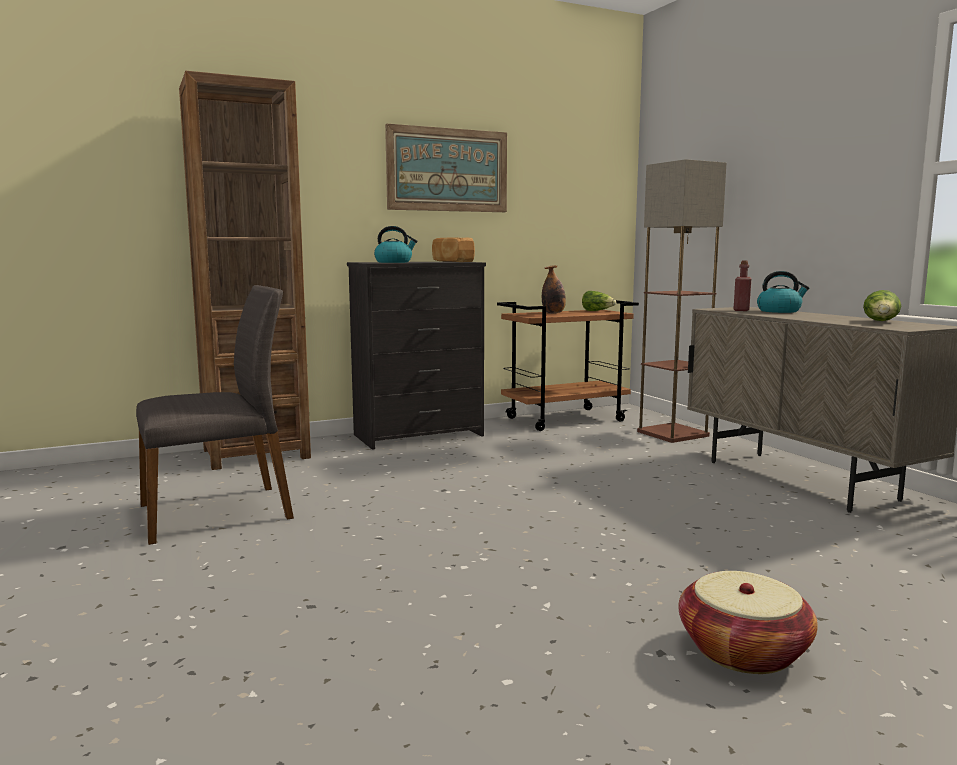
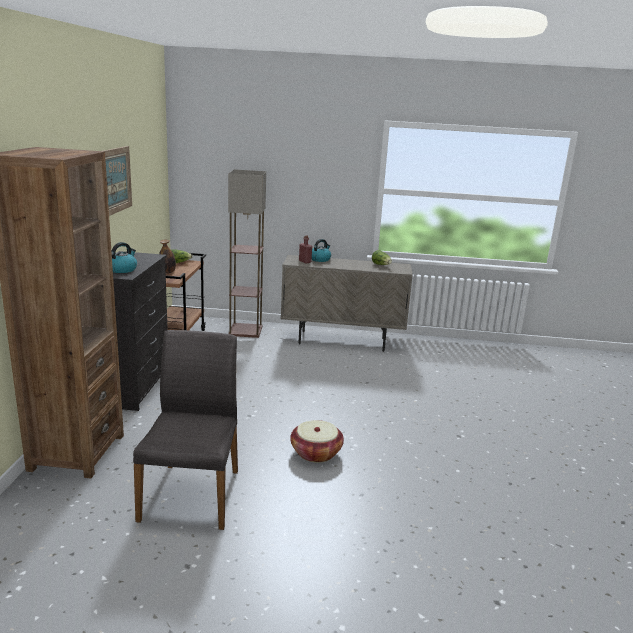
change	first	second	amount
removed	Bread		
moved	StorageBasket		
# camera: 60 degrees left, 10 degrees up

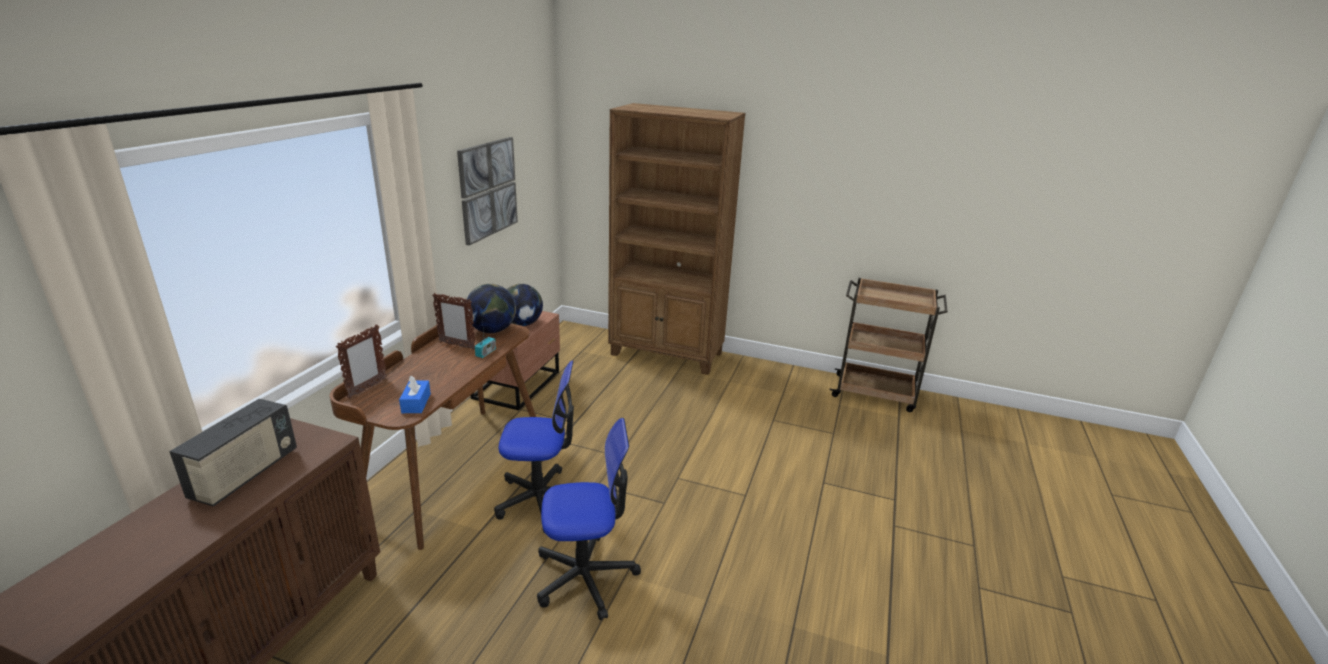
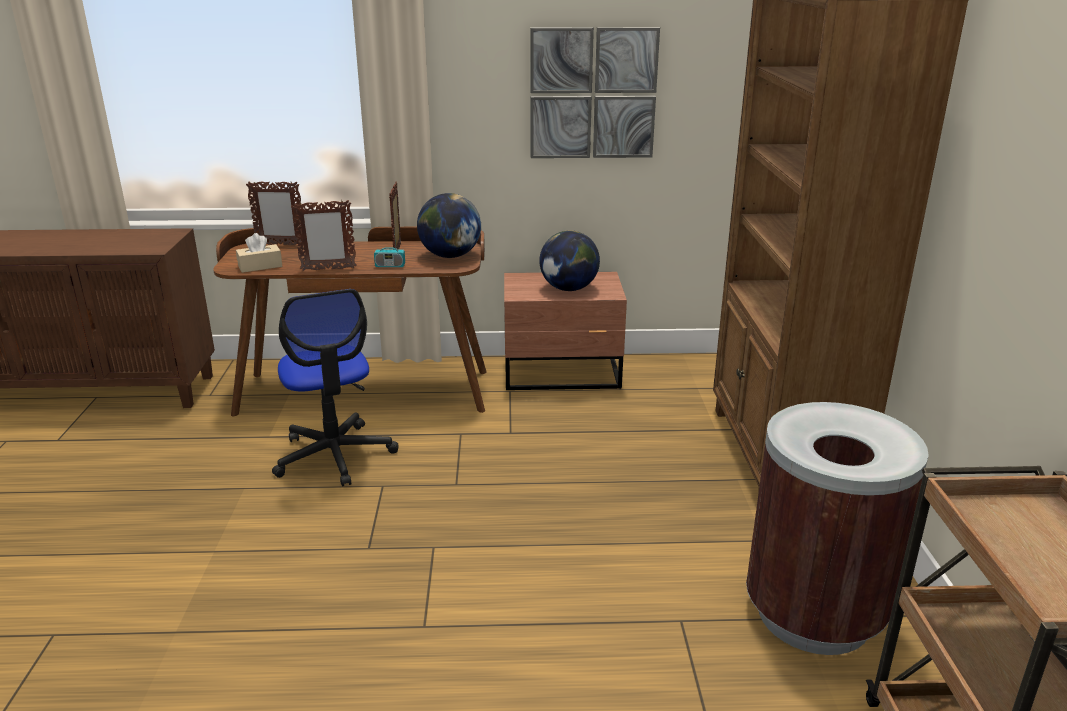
change	first	second	amount
removed	Radio (1st from left)		
recoloured	BlueTissueBox	SandColouredTissueBox	
removed	DeskChair (2nd from left)		
added		PictureFrame (2nd from left)	
added		BrownishWasteBin	
# camera: 70 degrees right, 0 degrees up

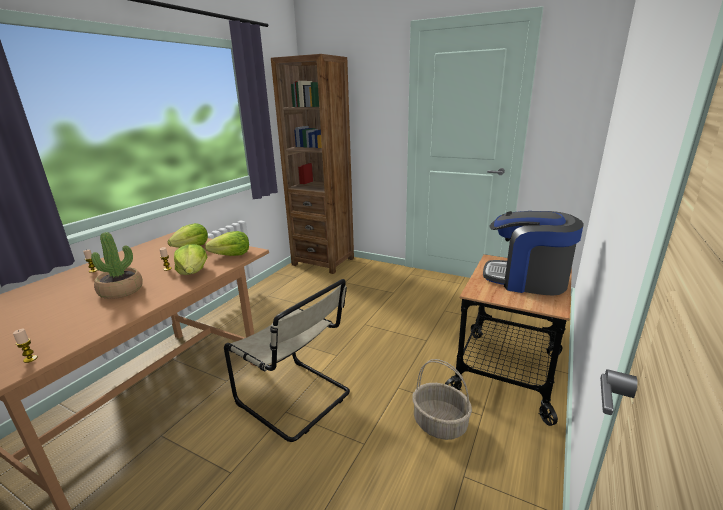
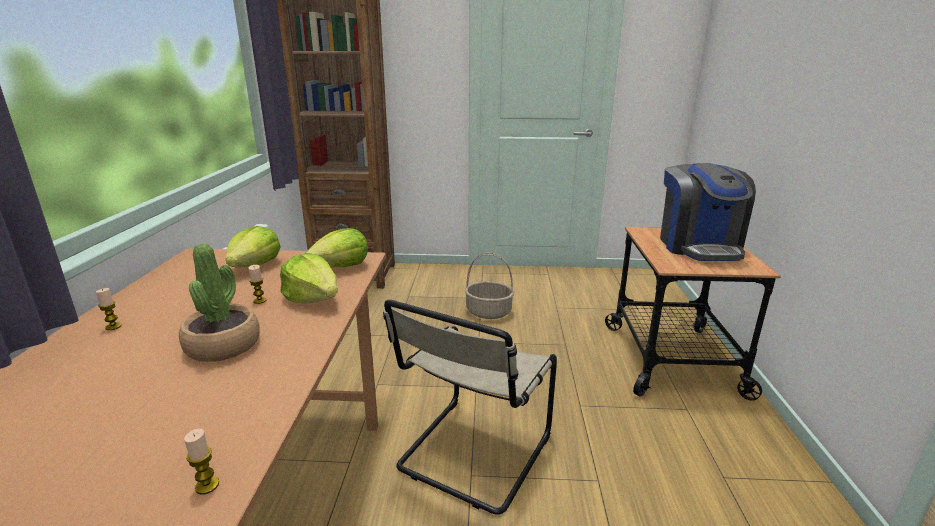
change	first	second	amount
turned	SandColouredUprightChair		105 degrees clockwise
moved	StorageBasket		
turned	CoffeeBrewer		90 degrees counterclockwise
# camera: 25 degrees left, 0 degrees up

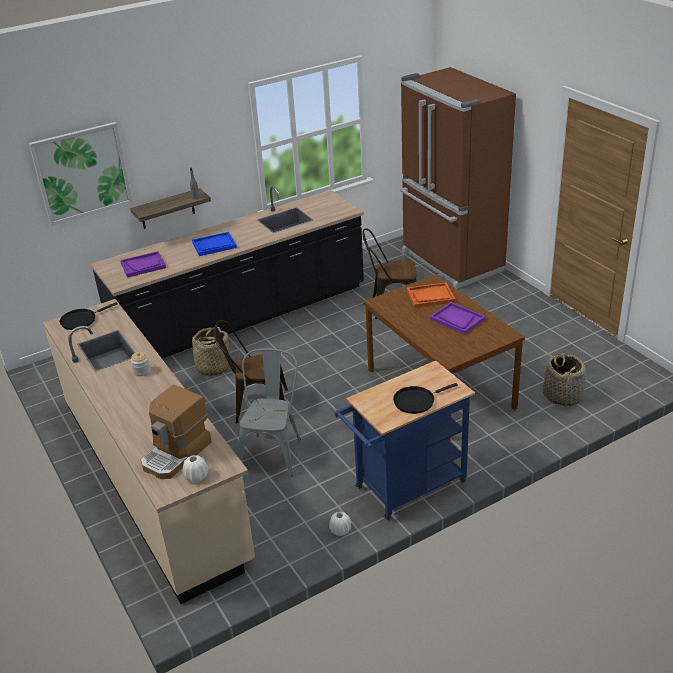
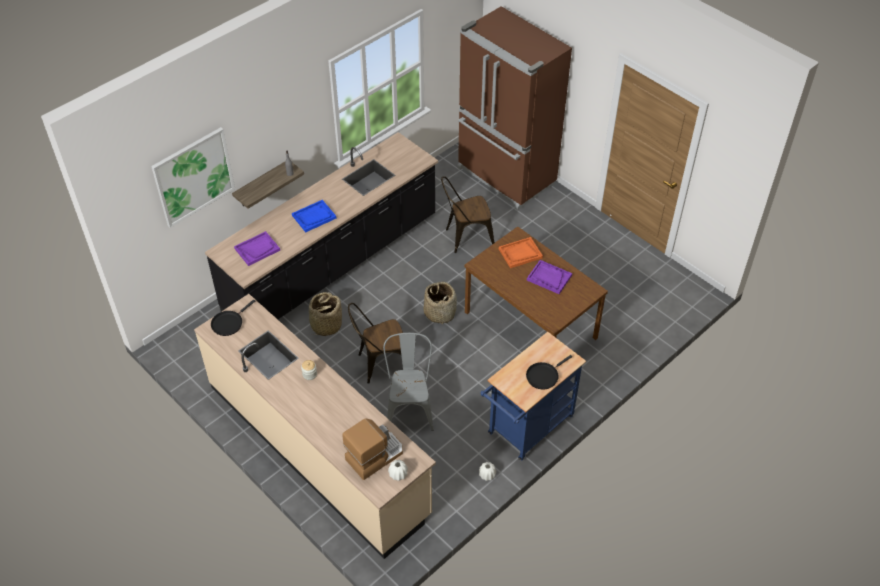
change	first	second	amount
turned	CoffeeBrewer		150 degrees counterclockwise
moved	StorageBasket (2nd from left)		
# camera: 15 degrees left, 15 degrees up

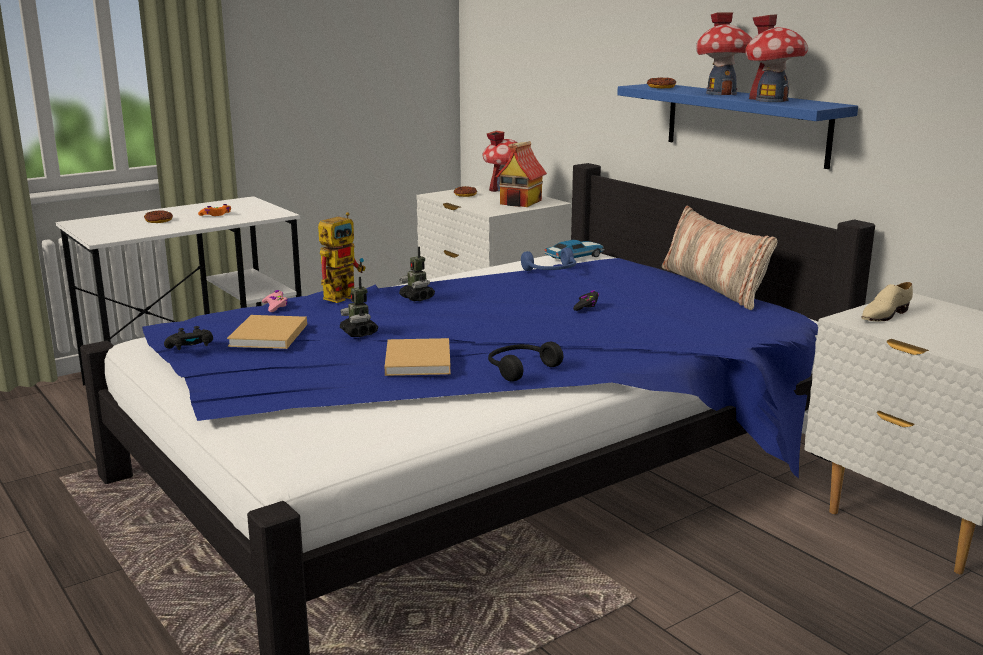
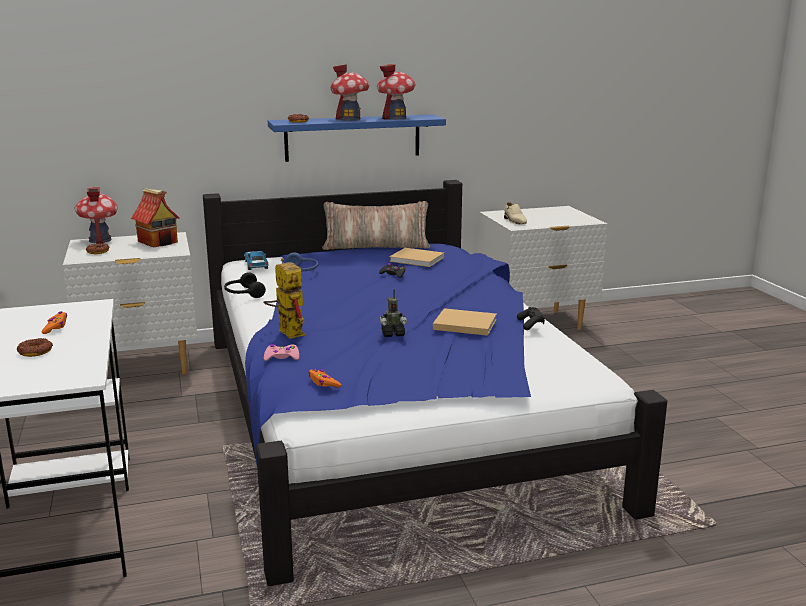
change	first	second	amount
moved	BlackColouredGameController (1st from left in the first image)	BlackColouredGameController (2nd from left)	
moved	SandColouredBoundBook (1st from left)		
removed	ModelRobot (3rd from left)		
moved	BlackColouredHeadset		
added		OrangeyGameController (2nd from left)	
# camera: 70 degrees left, 0 degrees up

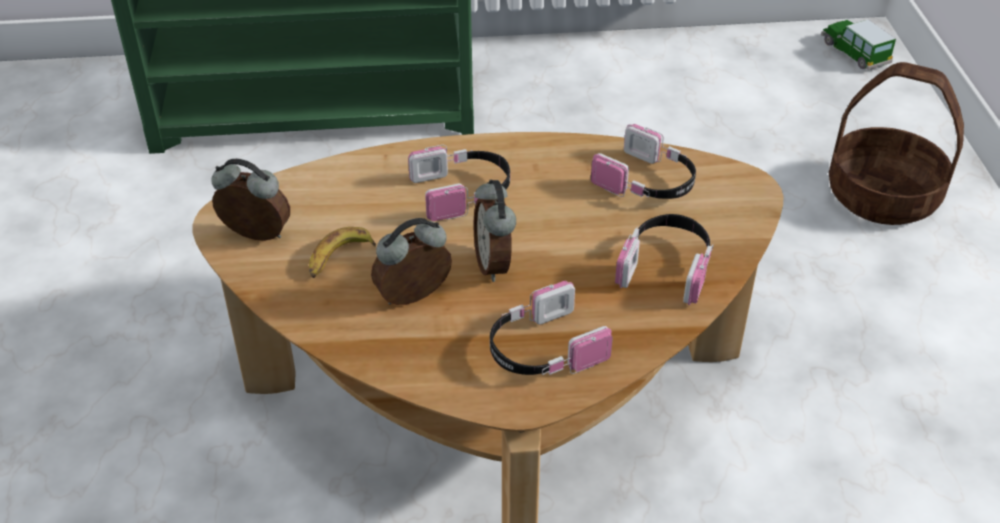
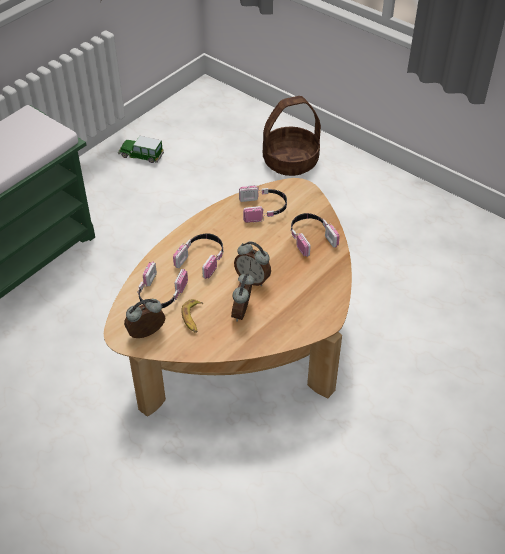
change	first	second	amount
moved	Headset (2nd from left in the first image)	Headset (1st from left)	
moved	ToyCar		
# camera: 45 degrees left, 5 degrees up

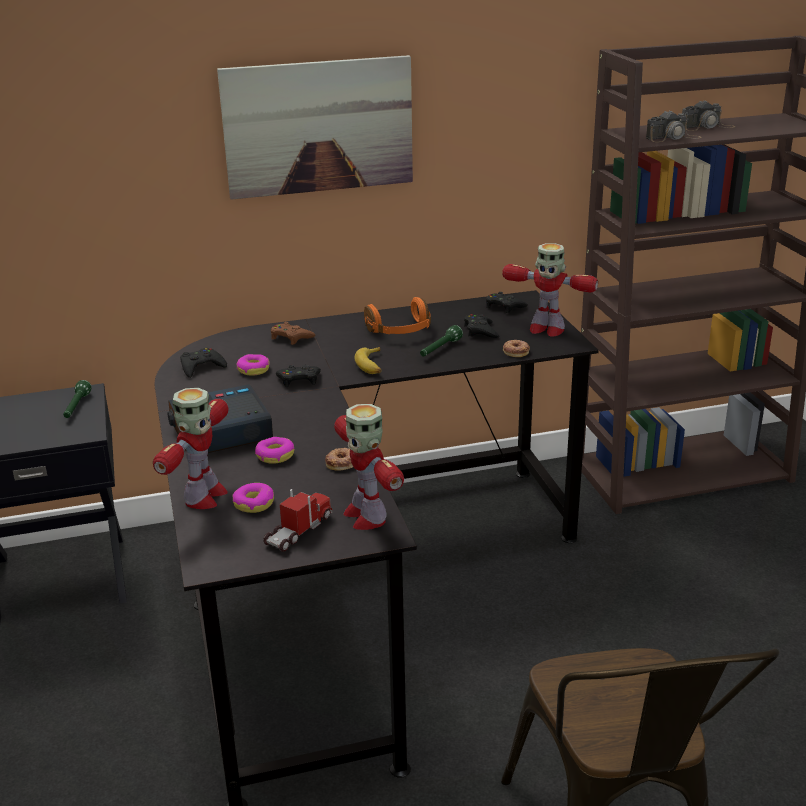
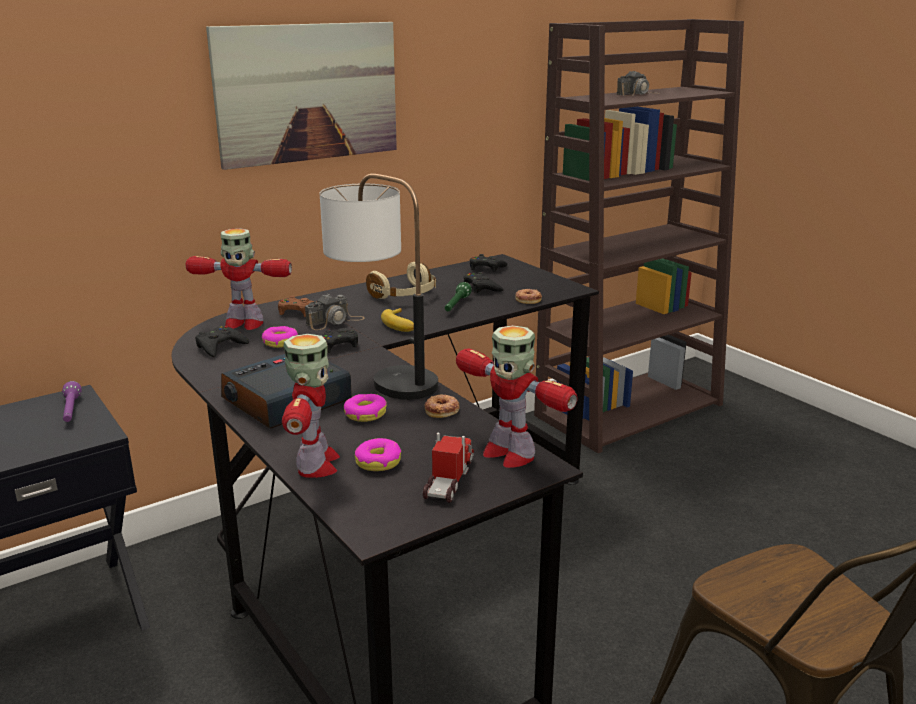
change	first	second	amount
recoloured	GreenFlashlight (1st from left)	PurplishFlashlight	
recoloured	OrangeyHeadset	SandColouredHeadset	
moved	ModelRobot (3rd from left in the first image)	ModelRobot (1st from left)	
moved	PhotoCamera (1st from left)		
added		TabletopLamp	
# camera: 20 degrees left, 5 degrees down

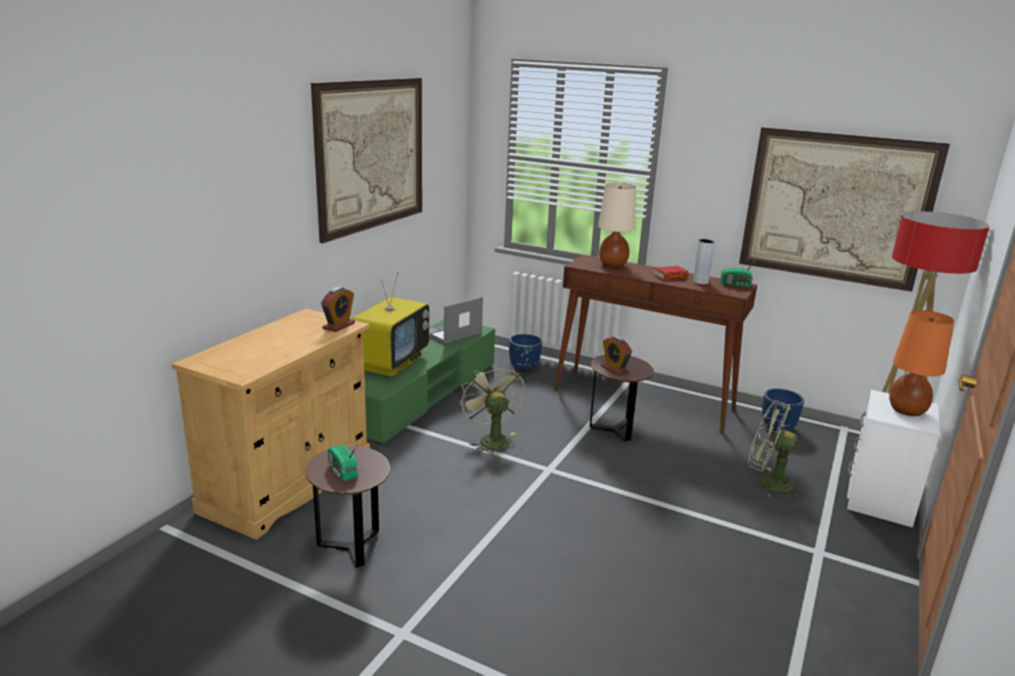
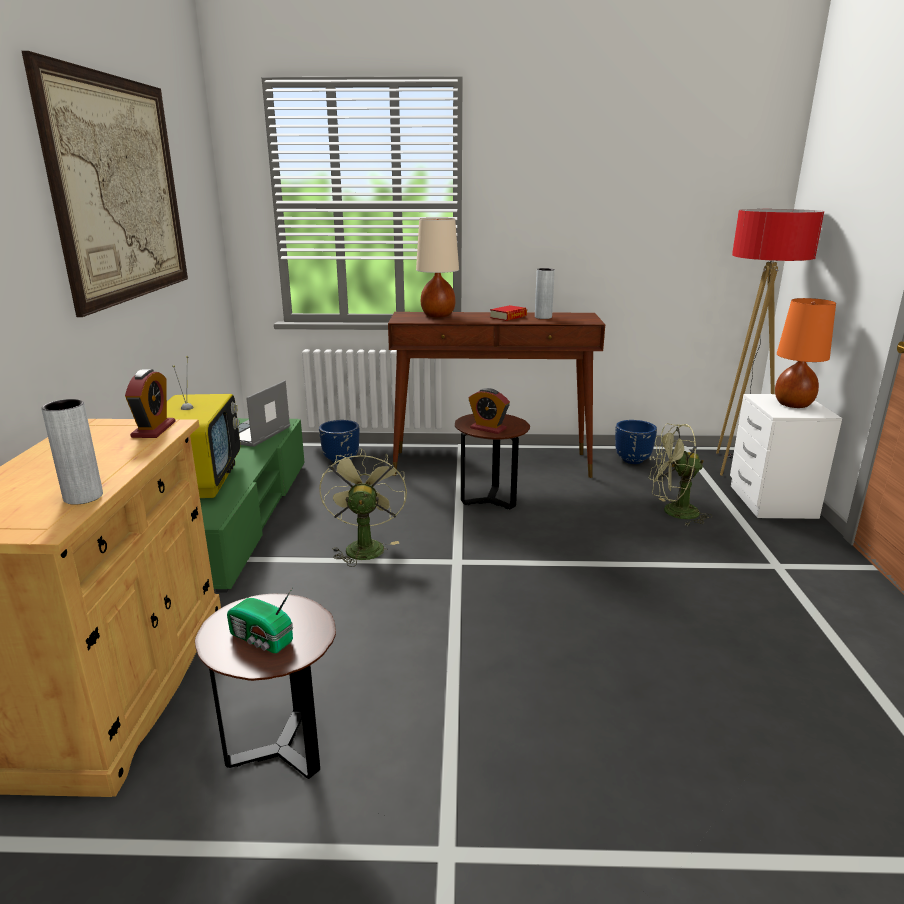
change	first	second	amount
turned	GreenElectricFan (1st from left)		45 degrees clockwise
removed	Radio (2nd from left)		
removed	Picture (2nd from left)		
added		GreyishFlowerVase (1st from left)	
# camera: 25 degrees left, 0 degrees up

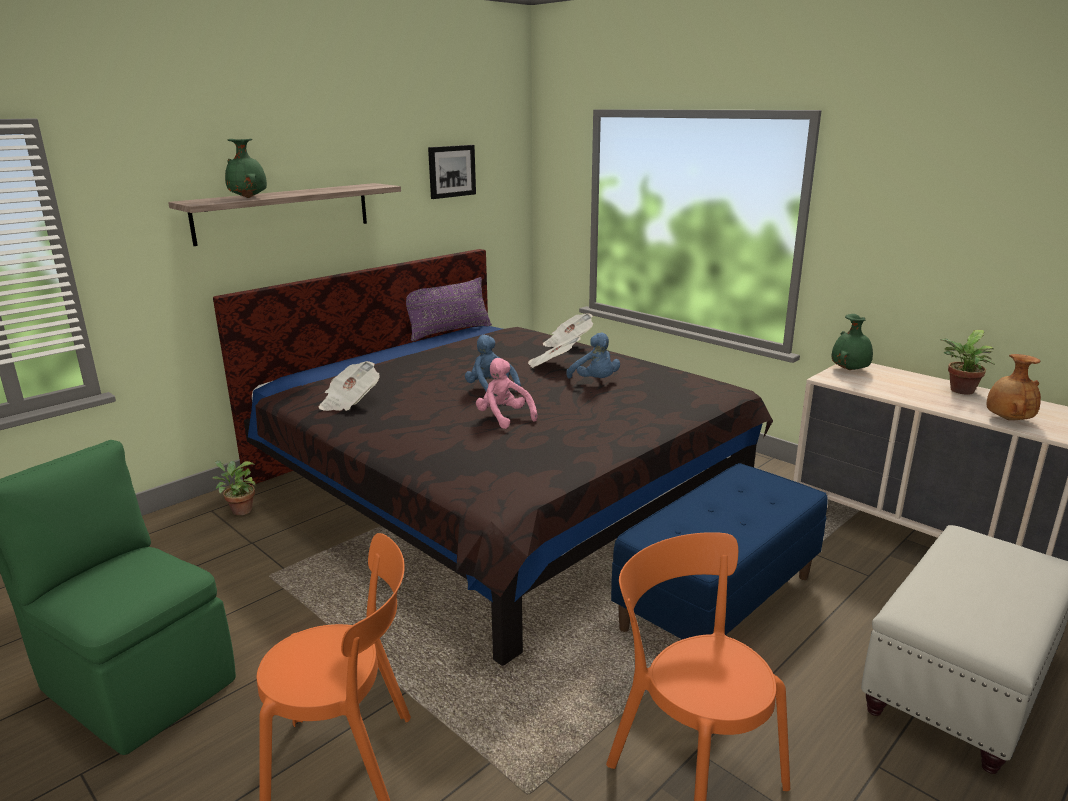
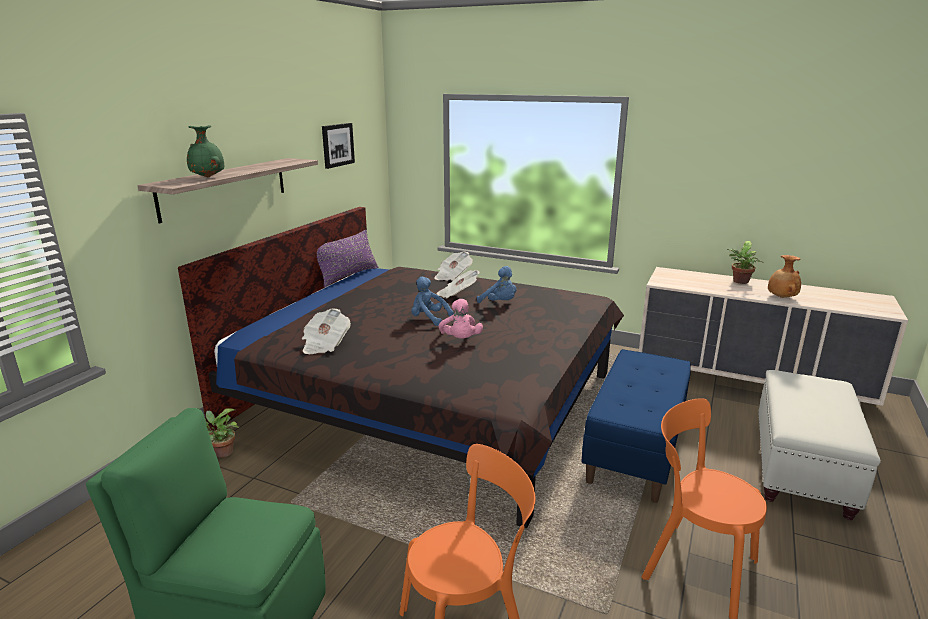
change	first	second	amount
turned	PinkishSoftToy		135 degrees counterclockwise
removed	GreenFlowerVase (2nd from left)		
# camera: 20 degrees left, 0 degrees up

